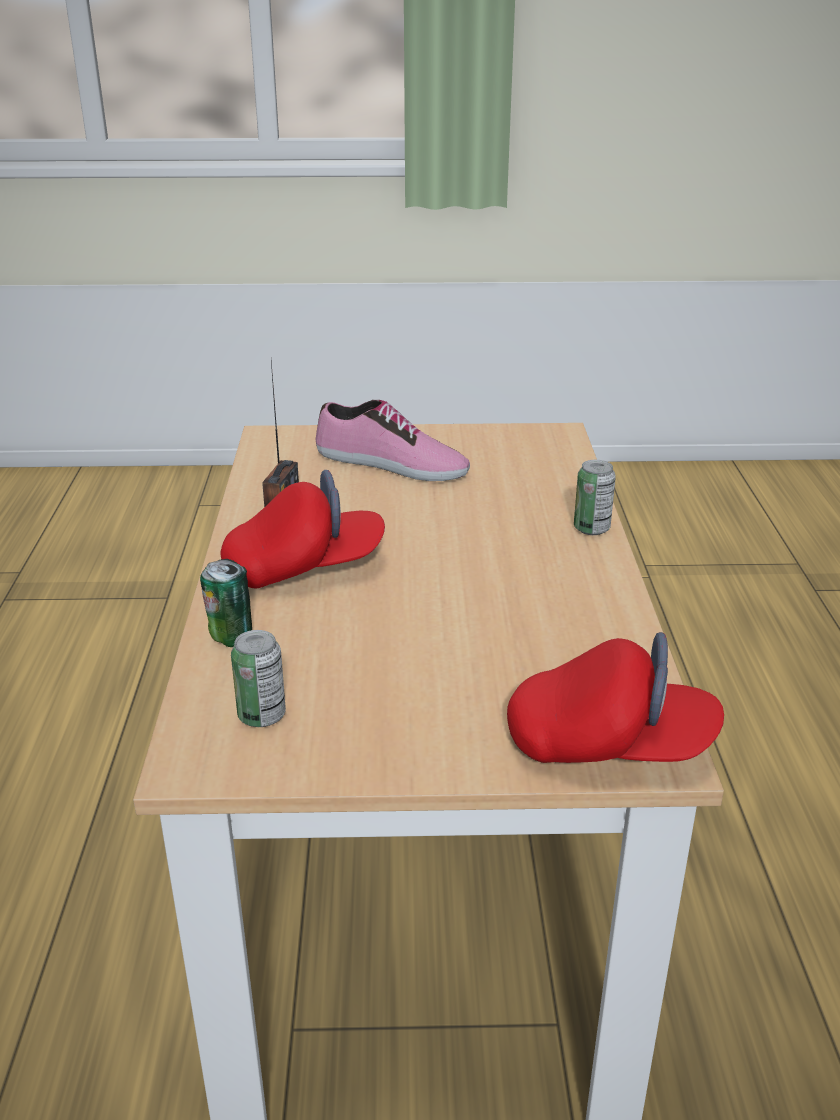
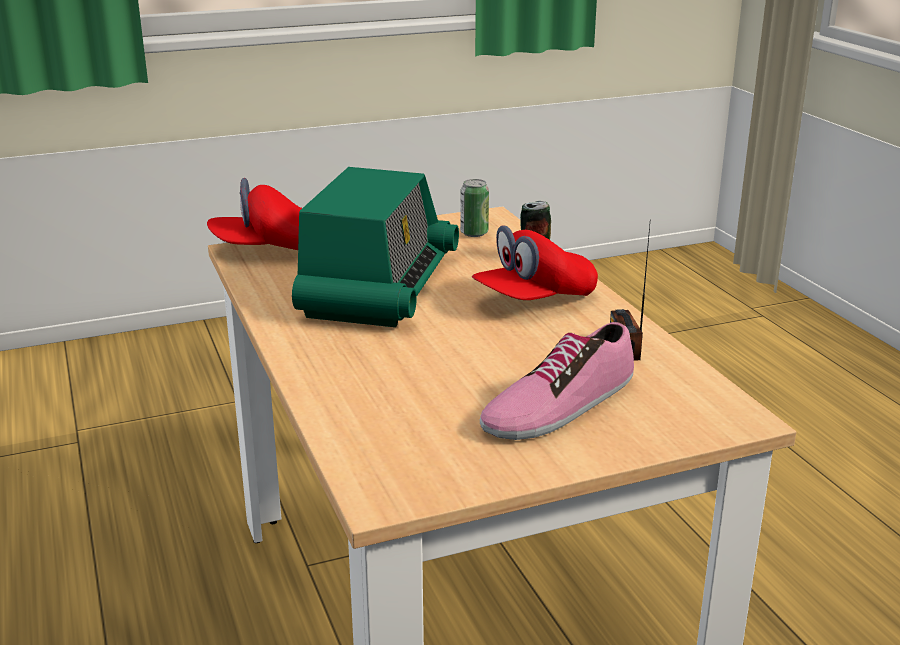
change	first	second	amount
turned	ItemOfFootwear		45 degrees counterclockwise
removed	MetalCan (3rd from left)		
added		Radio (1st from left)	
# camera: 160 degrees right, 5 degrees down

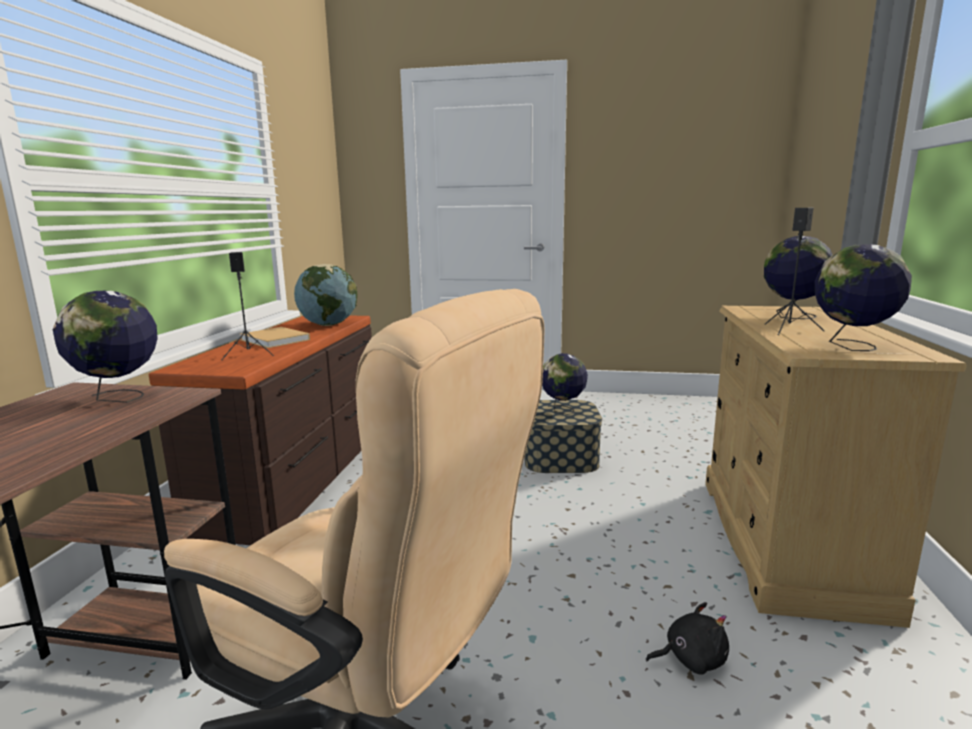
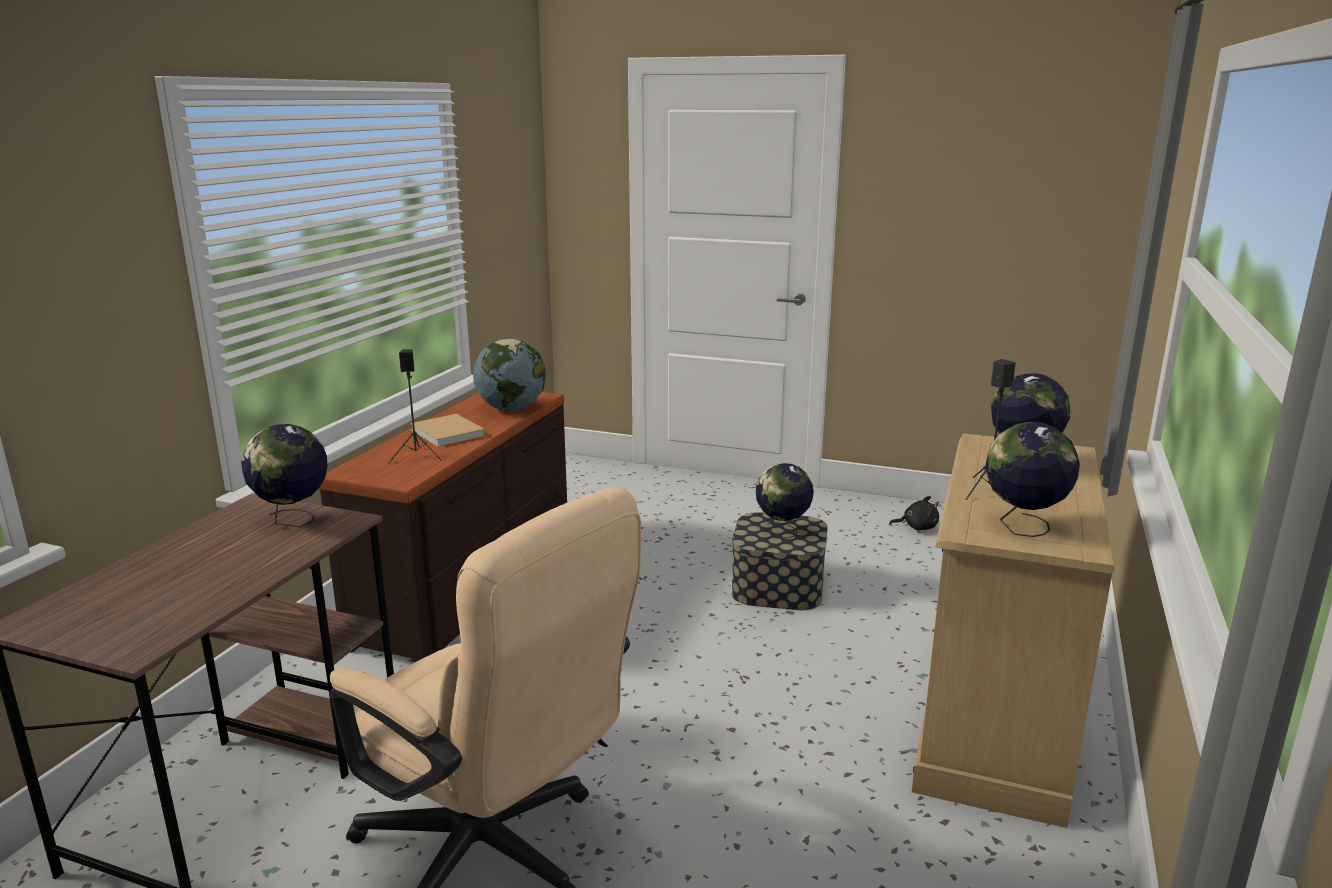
change	first	second	amount
moved	BlackColouredSoftToy		
# camera: 10 degrees right, 5 degrees up

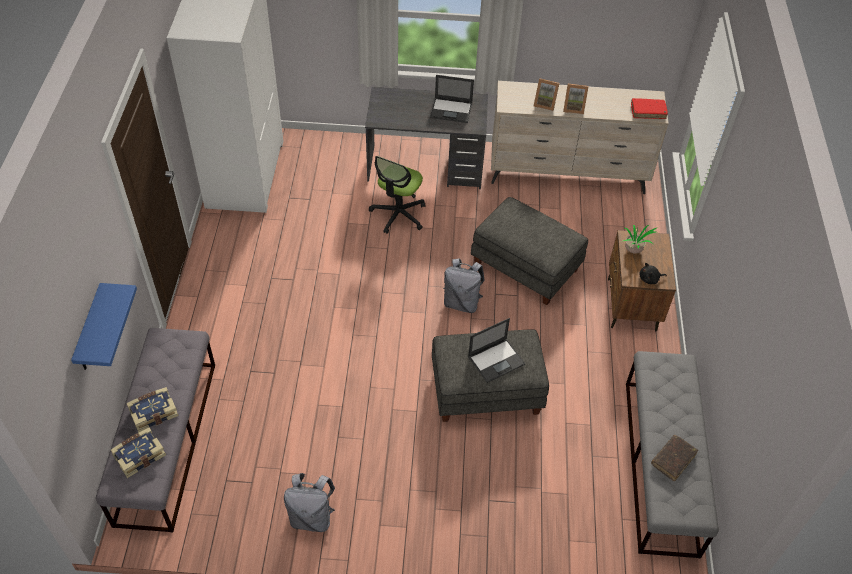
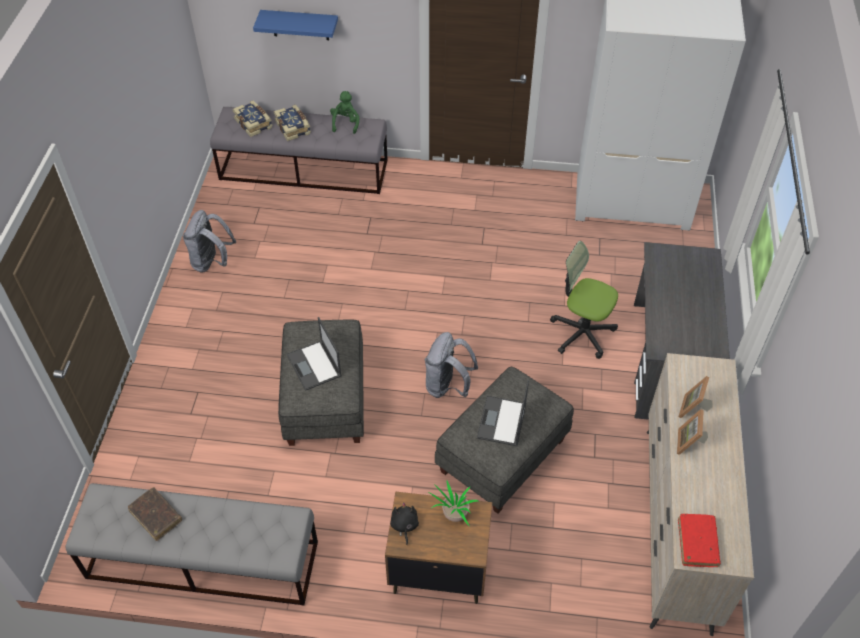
change	first	second	amount
moved	Laptop (1st from left in the first image)	Laptop (2nd from left)	
added		GreenSoftToy	
# camera: 95 degrees right, 0 degrees up

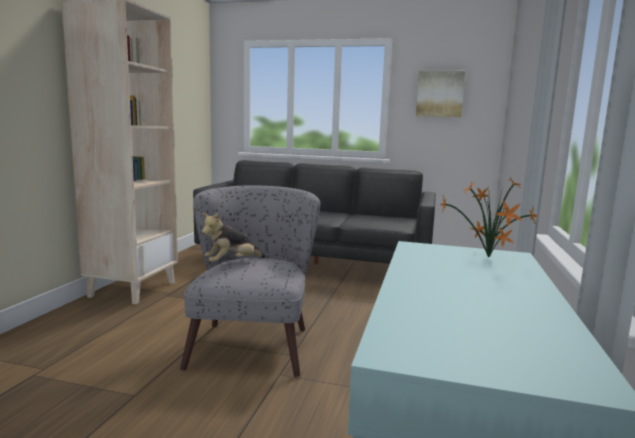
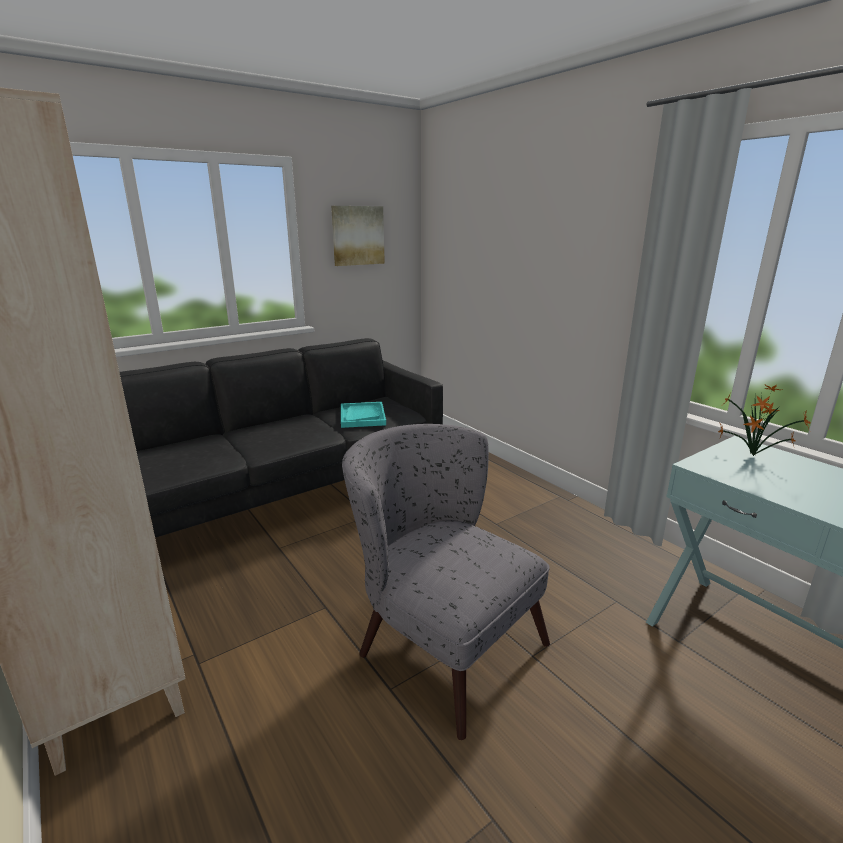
change	first	second	amount
removed	SoftToy		
added		BlueGreenServingTray	
# camera: 50 degrees left, 10 degrees up

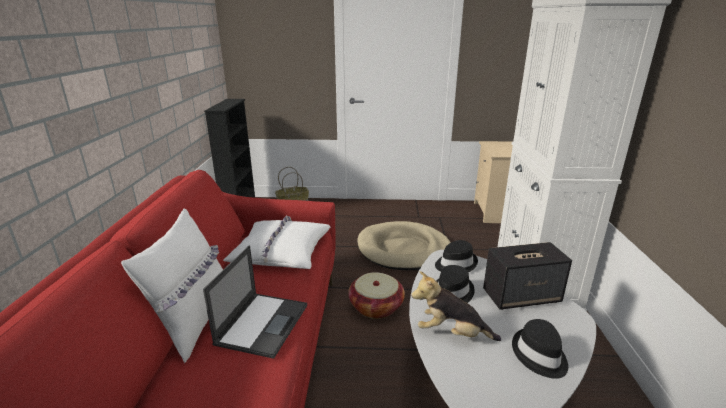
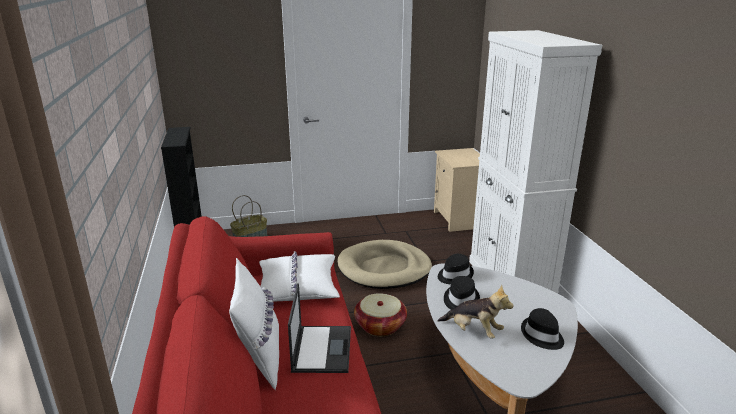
change	first	second	amount
turned	SoftToy		150 degrees counterclockwise
removed	Loudspeaker		
# camera: 15 degrees left, 0 degrees up

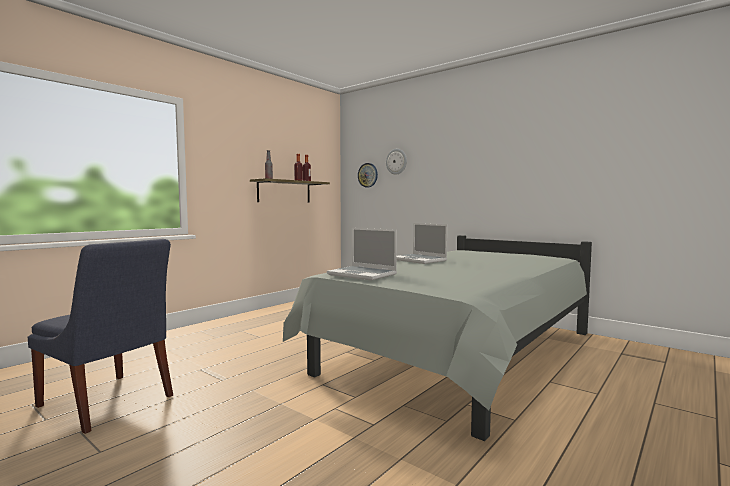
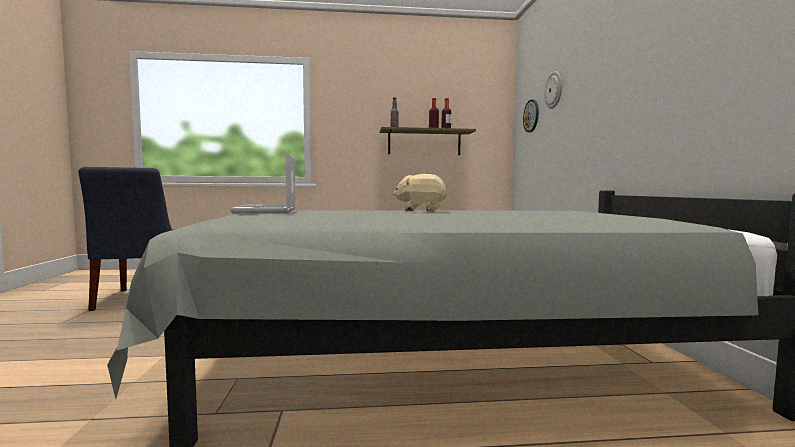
change	first	second	amount
replaced	Laptop (2nd from left)	SandColouredSoftToy	
# camera: 45 degrees right, 0 degrees up

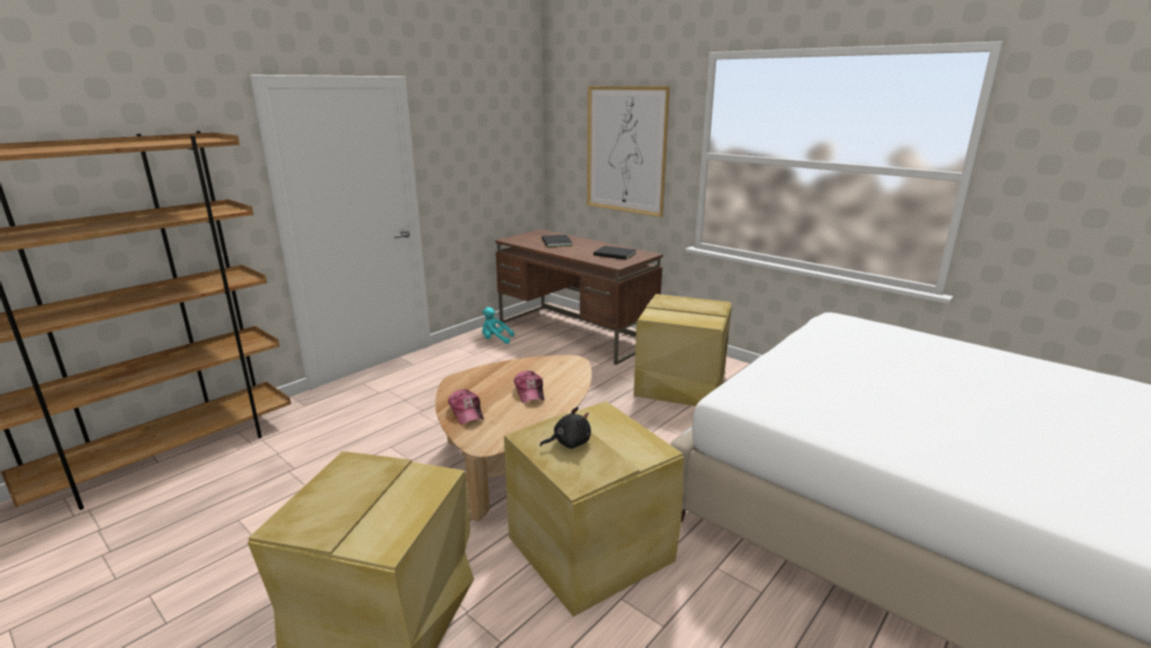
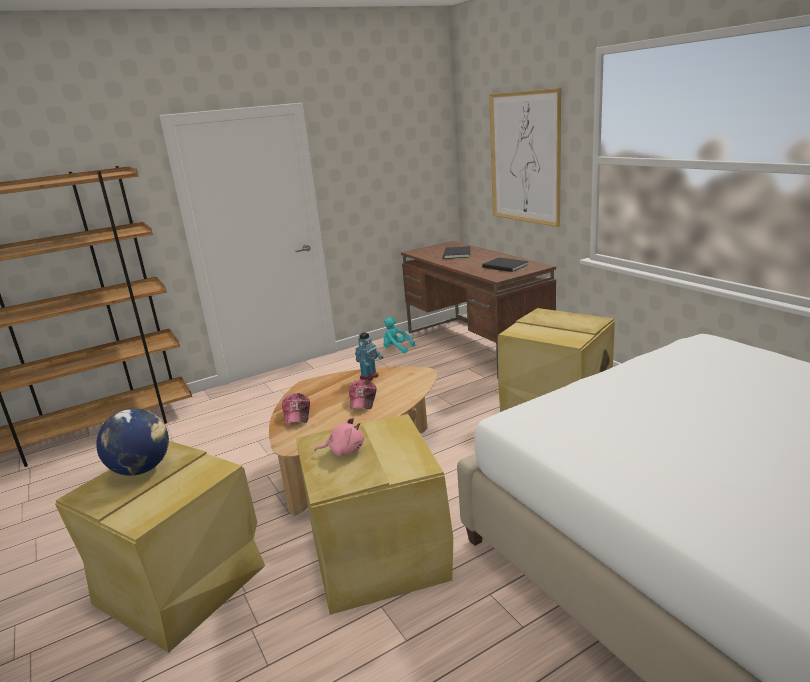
change	first	second	amount
recoloured	BlackColouredSoftToy	PinkishSoftToy	
added		DeskGlobe	
added		ModelRobot	
# camera: 20 degrees right, 0 degrees up

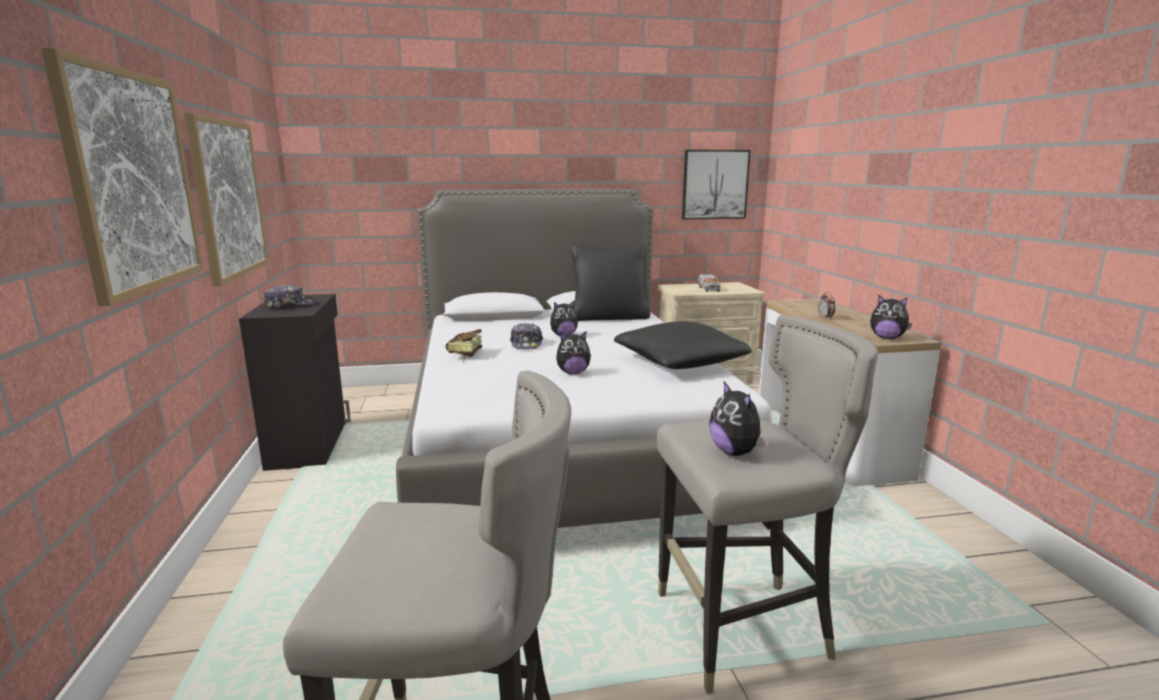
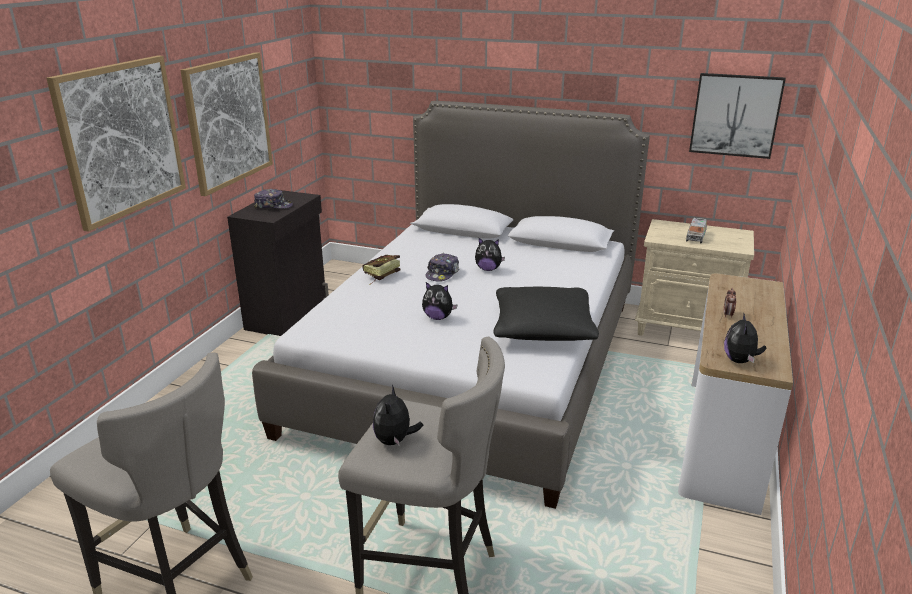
change	first	second	amount
removed	BlackColouredCushion (1st from left)		
turned	SoftToy (4th from left)		45 degrees clockwise
# camera: 30 degrees right, 10 degrees up

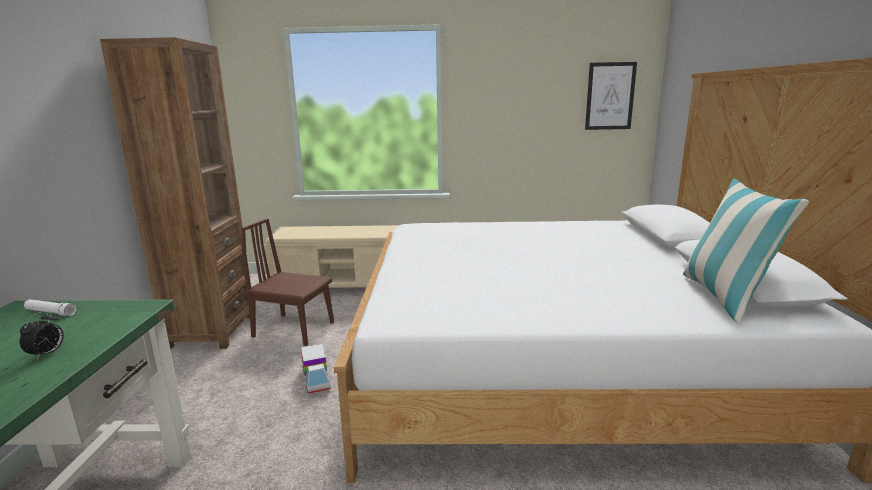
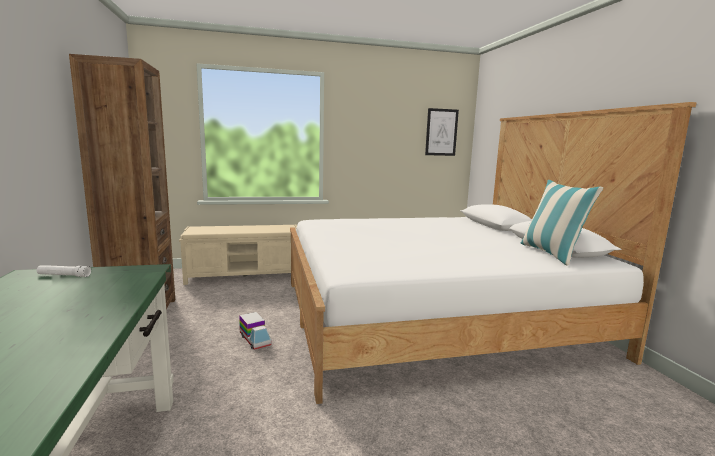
change	first	second	amount
removed	TableClock		
removed	BrownishUprightChair		
# camera: 15 degrees left, 5 degrees down

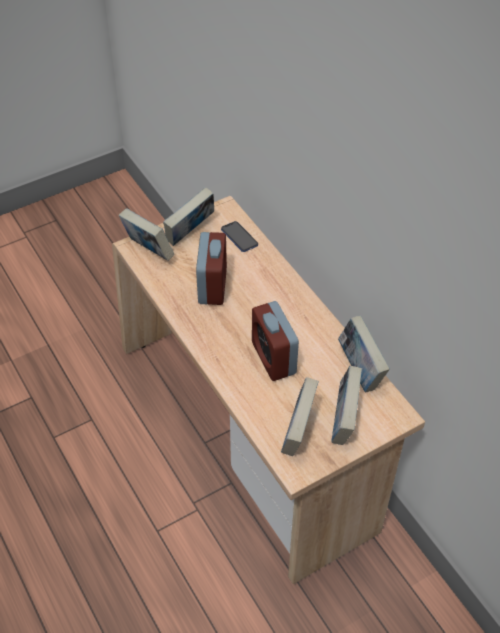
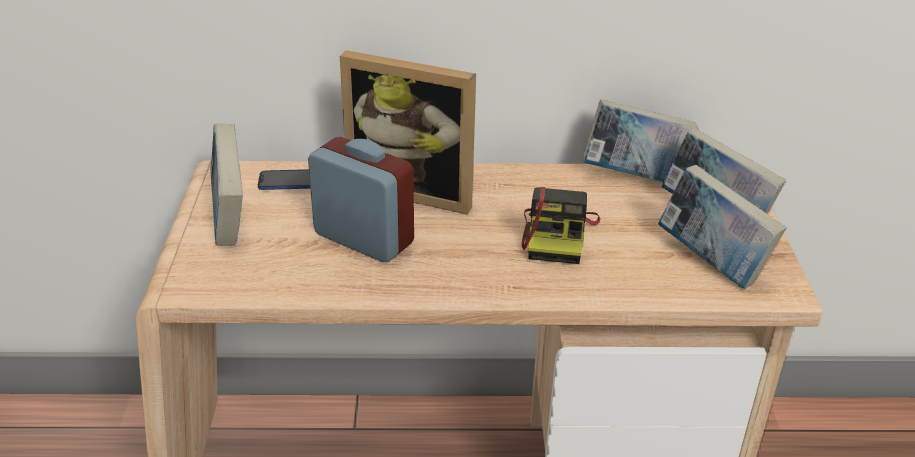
change	first	second	amount
removed	BoundBook (1st from left)		
replaced	TableClock (2nd from left)	PhotoCamera	
added		PictureFrame	
# camera: 60 degrees left, 15 degrees down

